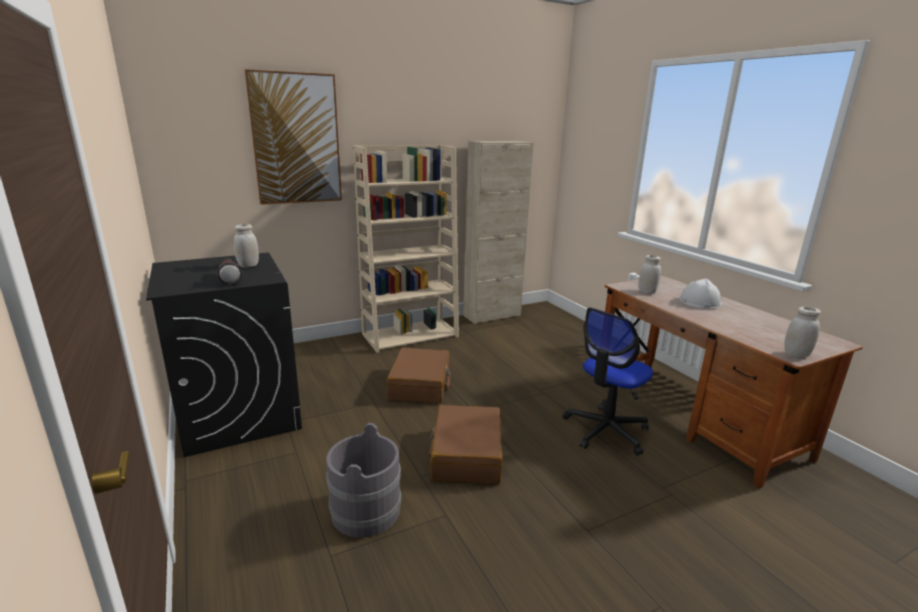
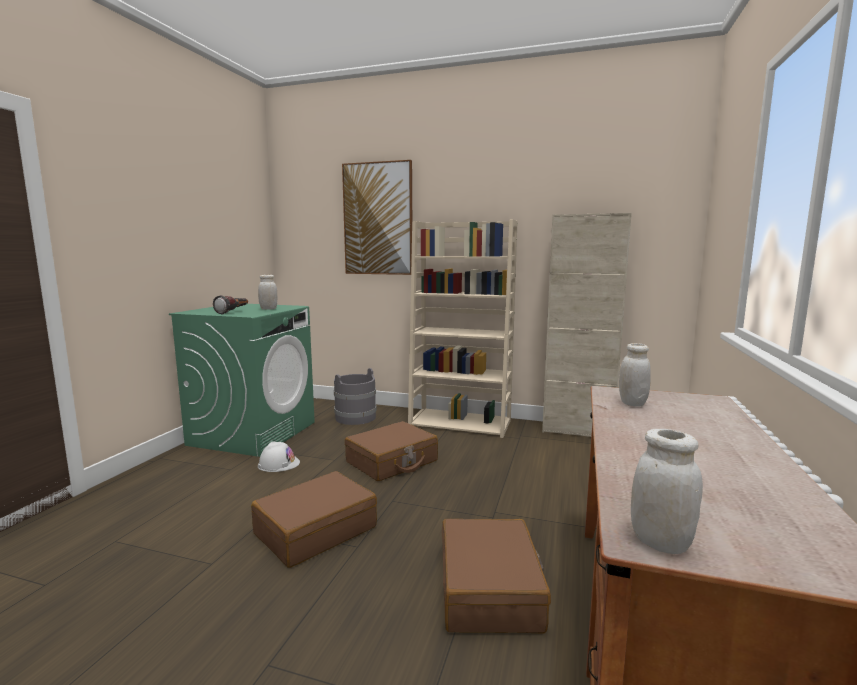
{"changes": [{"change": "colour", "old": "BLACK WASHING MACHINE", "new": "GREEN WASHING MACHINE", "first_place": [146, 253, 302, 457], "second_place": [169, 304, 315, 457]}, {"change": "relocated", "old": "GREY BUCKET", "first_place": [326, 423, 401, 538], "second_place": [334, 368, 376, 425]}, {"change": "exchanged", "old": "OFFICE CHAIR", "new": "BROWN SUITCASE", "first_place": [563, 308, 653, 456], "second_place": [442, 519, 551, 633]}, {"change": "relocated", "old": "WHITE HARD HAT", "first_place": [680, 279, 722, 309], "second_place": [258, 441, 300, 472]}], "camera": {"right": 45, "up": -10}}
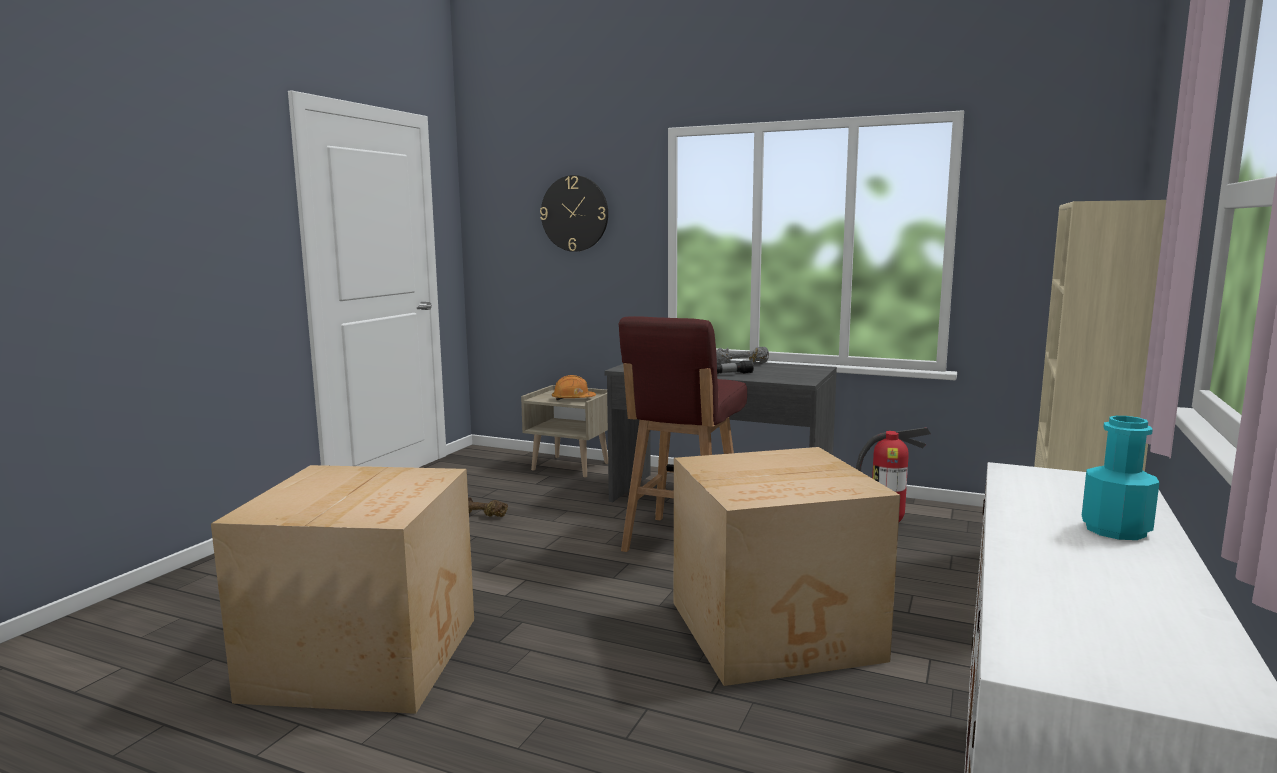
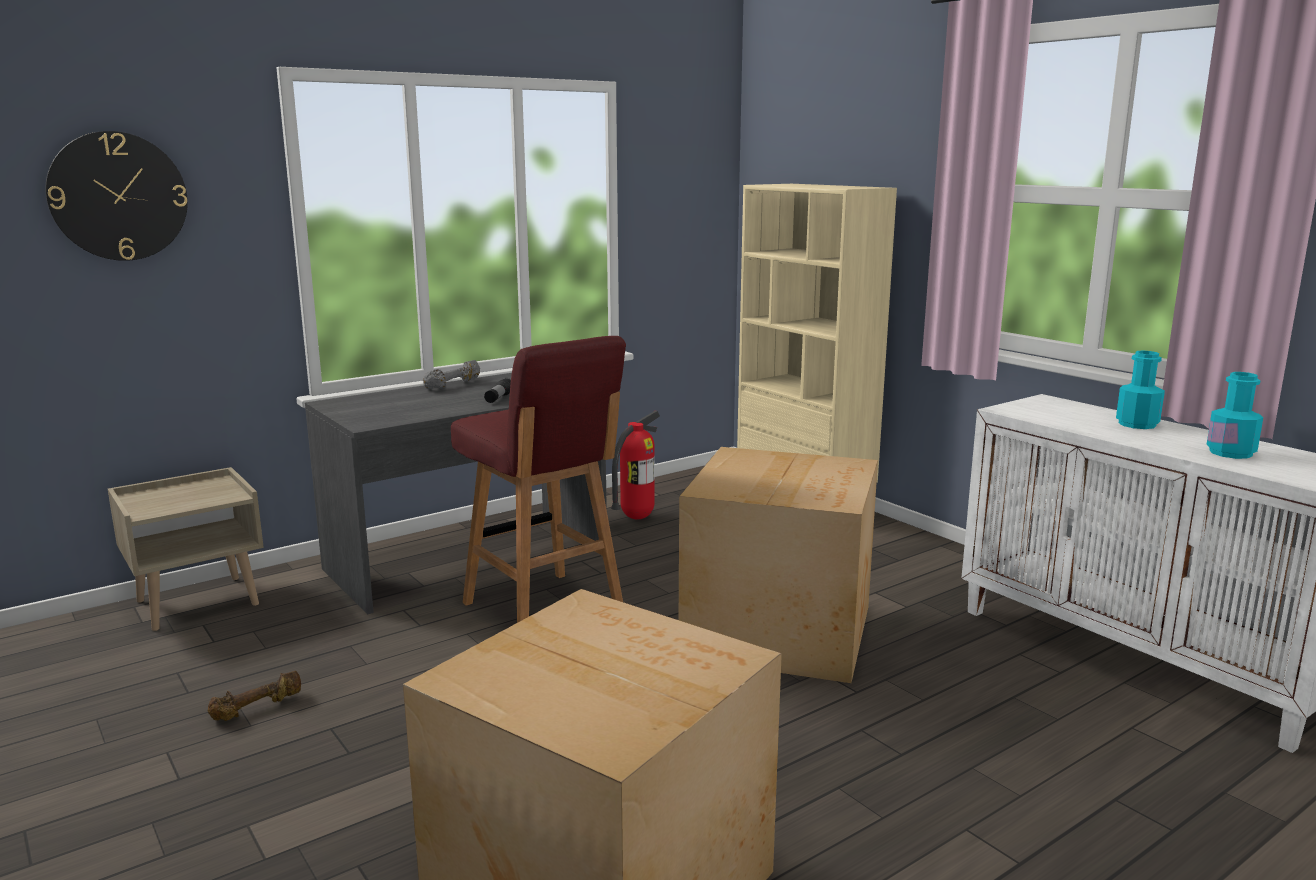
{"changes": [{"change": "missing", "old": "ORANGE HARD HAT", "first_place": [552, 375, 596, 400]}, {"change": "appeared", "new": "TURQUOISE BOTTLE", "second_place": [1207, 372, 1263, 459]}], "camera": {"right": -60, "up": 5}}
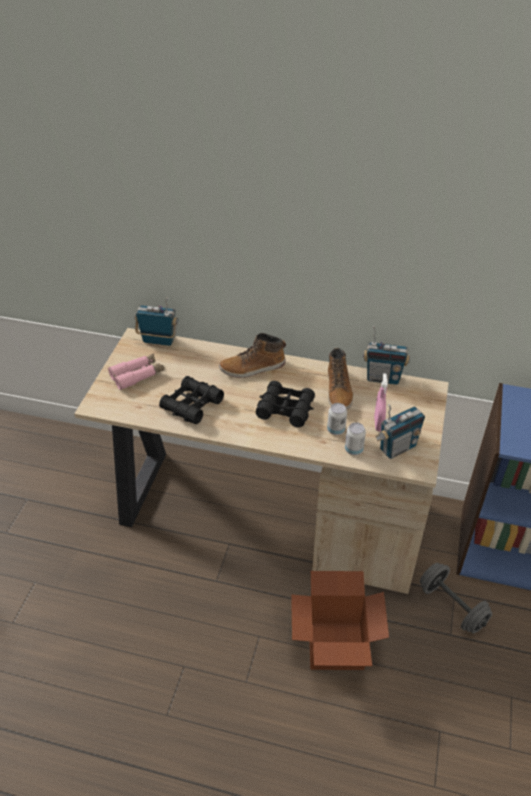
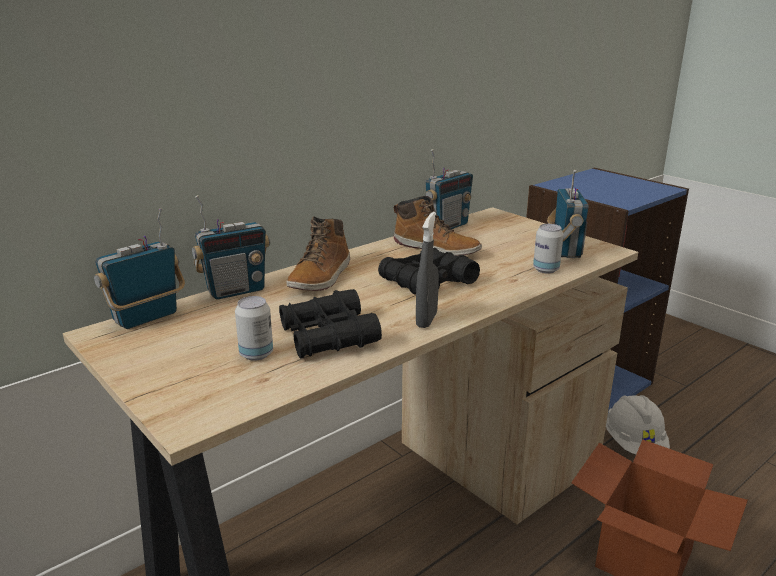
{"changes": [{"change": "missing", "old": "PINK BINOCULARS", "first_place": [108, 354, 164, 390]}, {"change": "relocated", "old": "CAN", "first_place": [327, 403, 347, 435], "second_place": [235, 296, 273, 361]}, {"change": "missing", "old": "PINK SPRAY BOTTLE", "first_place": [374, 373, 388, 432]}, {"change": "exchanged", "old": "GREY DUMBBELL", "new": "WHITE HARD HAT", "first_place": [420, 563, 492, 634], "second_place": [606, 395, 670, 454]}, {"change": "appeared", "new": "RADIO", "second_place": [192, 195, 270, 300]}, {"change": "appeared", "new": "GREY SPRAY BOTTLE", "second_place": [416, 212, 439, 328]}], "camera": {"right": -55, "up": -20}}
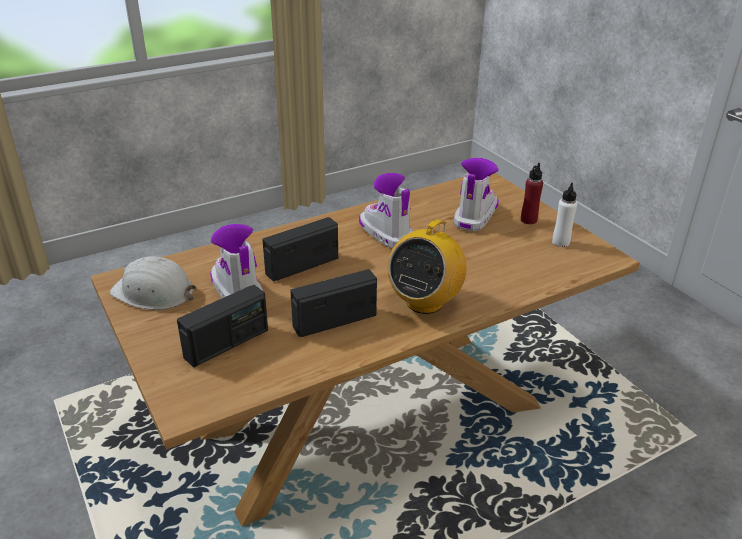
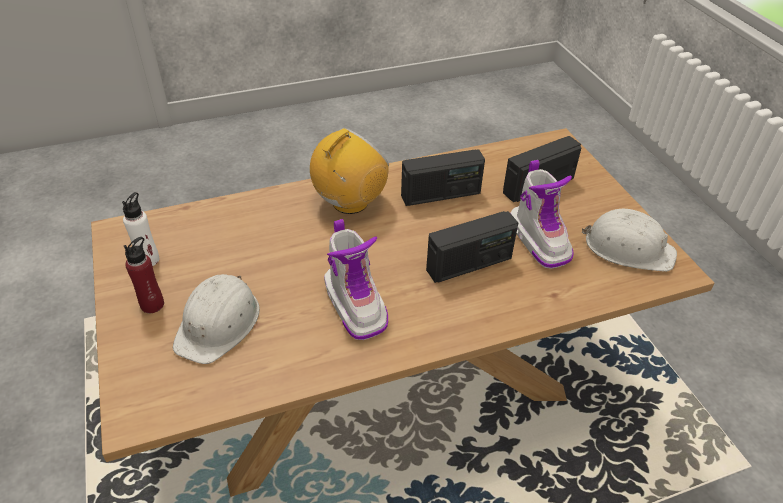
{"changes": [{"change": "exchanged", "old": "BOOT", "new": "WHITE HARD HAT", "first_place": [454, 158, 499, 231], "second_place": [173, 274, 260, 364]}], "camera": {"right": -170, "up": 10}}
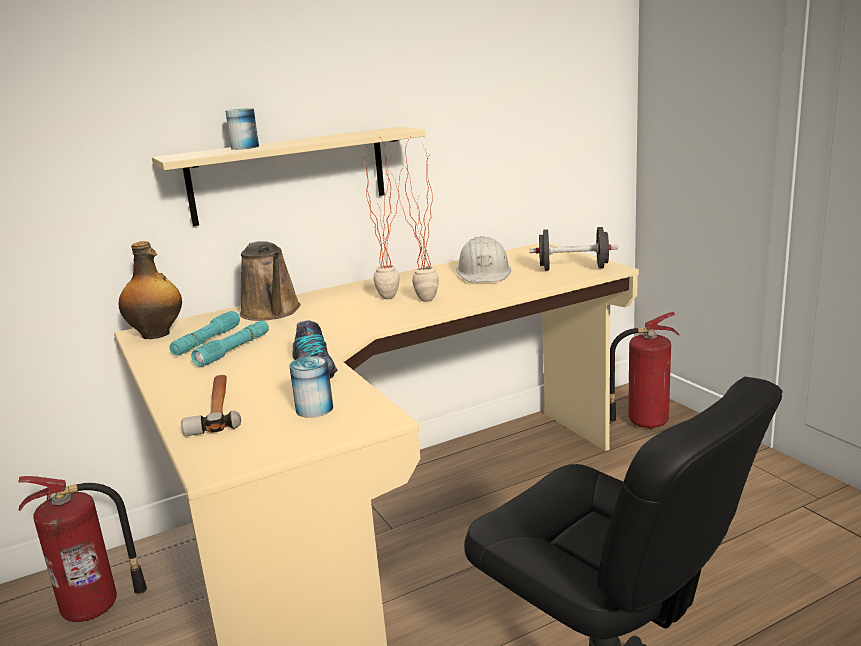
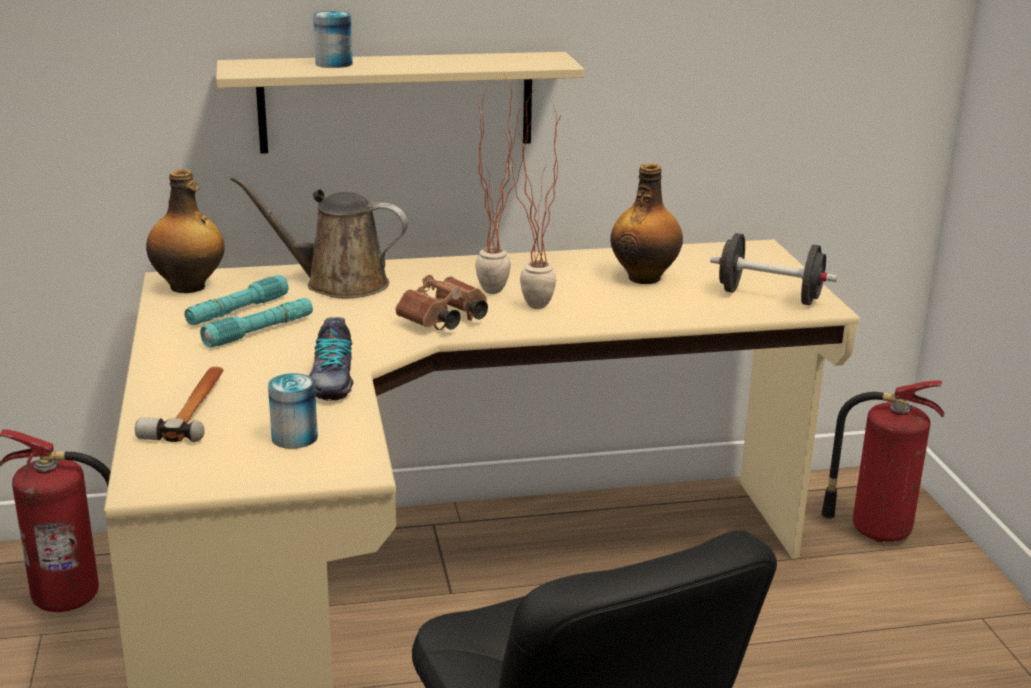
{"changes": [{"change": "spun", "old": "BROWN WATERING CAN", "first_place": [240, 241, 301, 321], "second_place": [230, 176, 408, 298], "degrees": 105}, {"change": "exchanged", "old": "WHITE HARD HAT", "new": "BOTTLE", "first_place": [456, 236, 511, 283], "second_place": [610, 163, 683, 284]}, {"change": "appeared", "new": "BROWN BINOCULARS", "second_place": [396, 275, 488, 330]}], "camera": {"right": 15, "up": 5}}
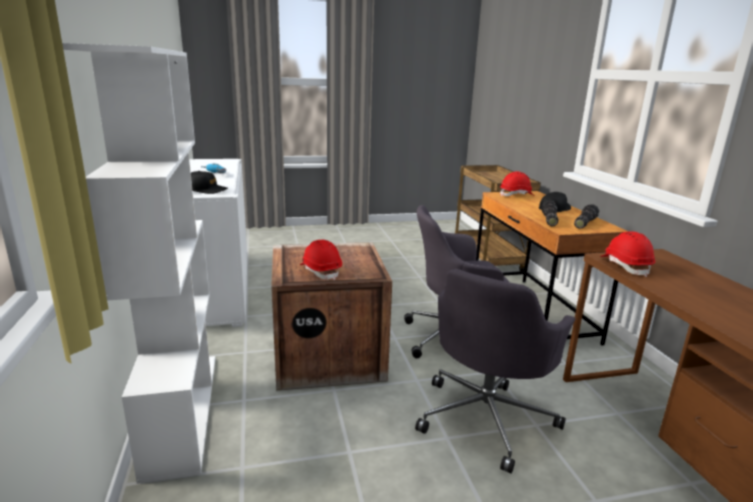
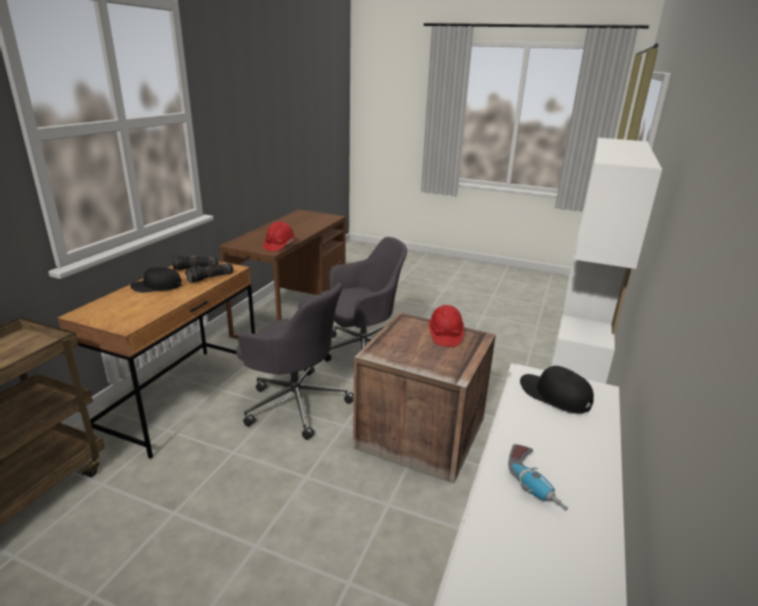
{"changes": [{"change": "missing", "old": "RED HARD HAT", "first_place": [500, 171, 535, 196]}], "camera": {"right": -145, "up": 5}}
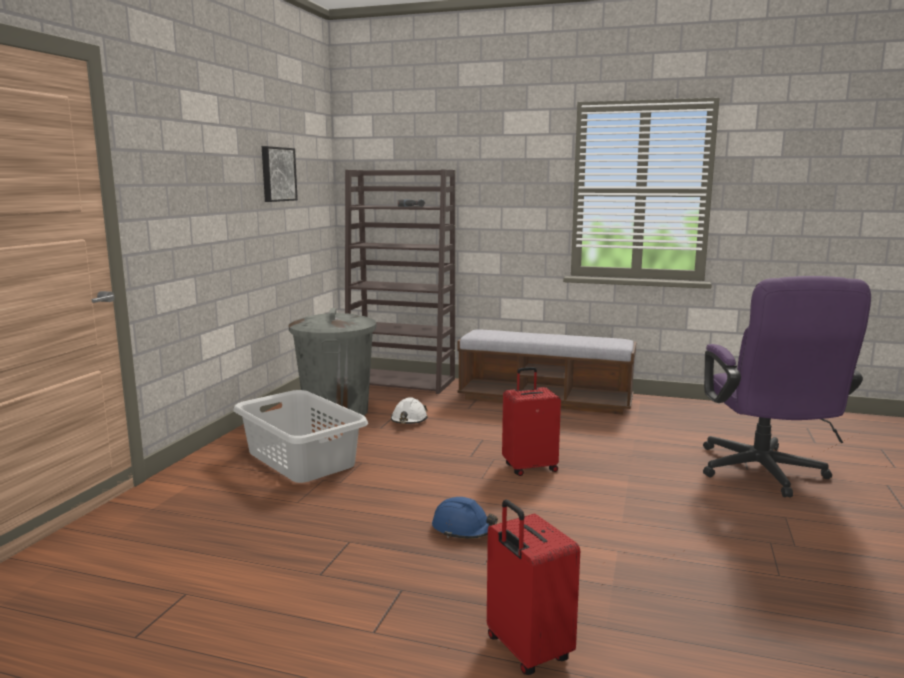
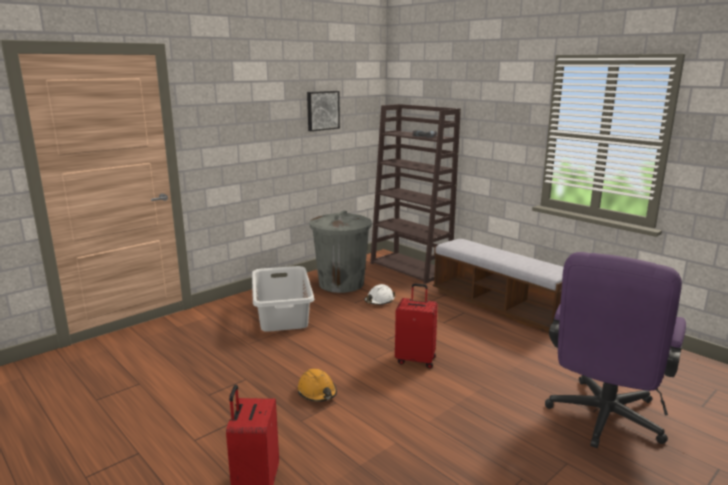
{"changes": [{"change": "colour", "old": "BLUE HARD HAT", "new": "ORANGE HARD HAT", "first_place": [432, 497, 498, 539], "second_place": [298, 369, 337, 402]}], "camera": {"right": 30, "up": 5}}
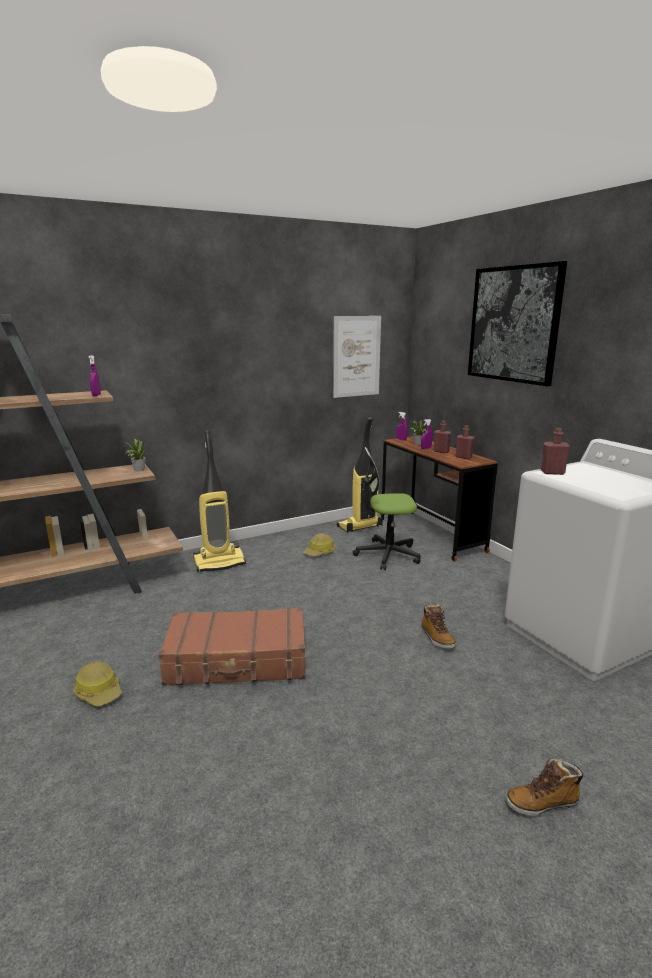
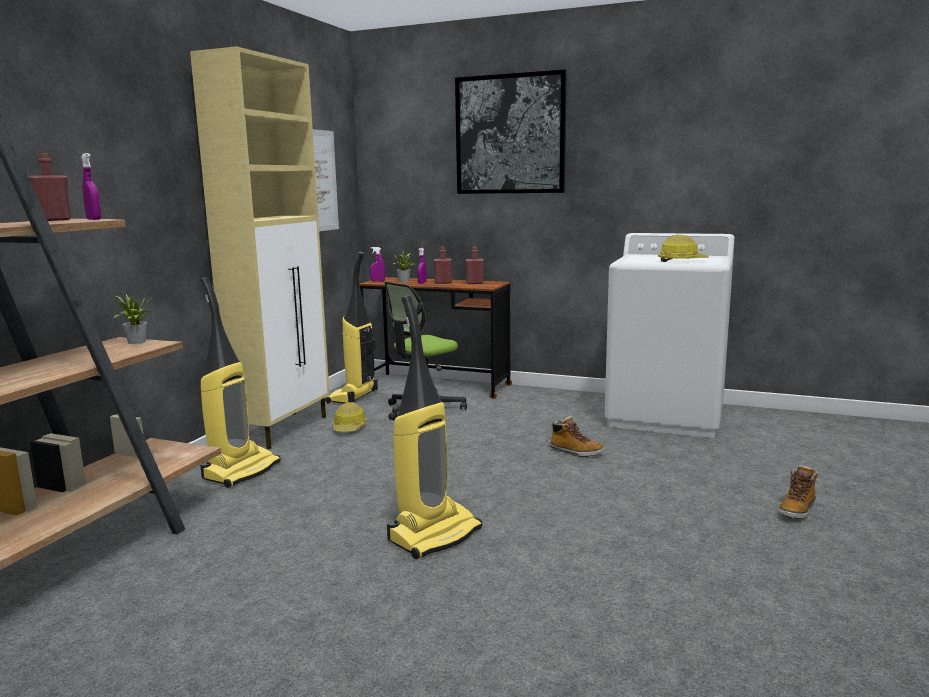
{"changes": [{"change": "relocated", "old": "HARD HAT", "first_place": [73, 661, 122, 706], "second_place": [658, 235, 709, 262]}, {"change": "exchanged", "old": "BROWN SUITCASE", "new": "VACUUM CLEANER", "first_place": [158, 607, 305, 686], "second_place": [387, 296, 482, 559]}, {"change": "relocated", "old": "RED BOTTLE", "first_place": [541, 428, 570, 475], "second_place": [28, 153, 71, 221]}, {"change": "appeared", "new": "BEIGE CABINET", "second_place": [190, 46, 330, 449]}], "camera": {"right": -40, "up": -5}}
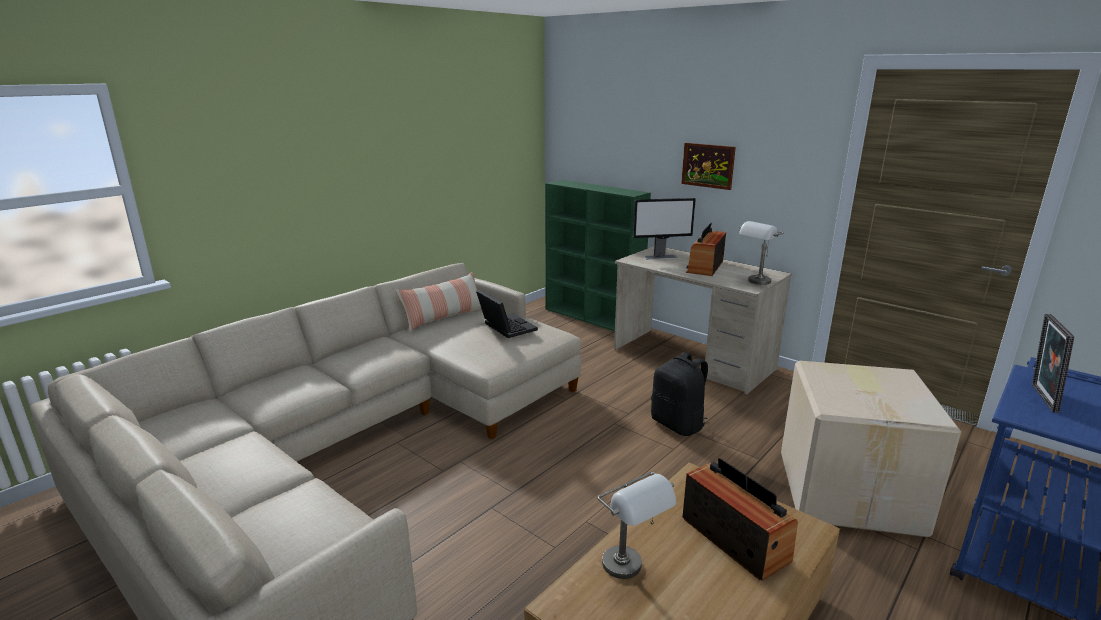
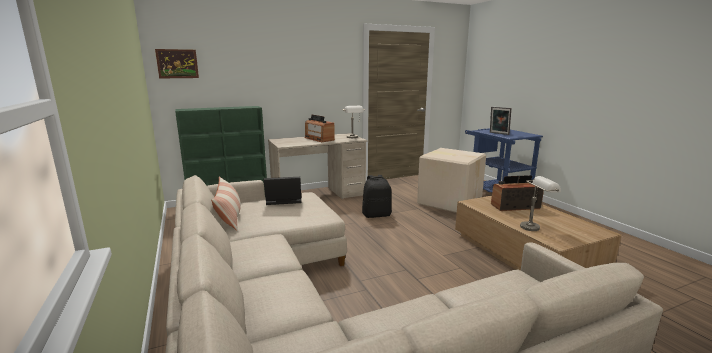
{"changes": [{"change": "missing", "old": "MONITOR", "first_place": [633, 198, 696, 260]}, {"change": "relocated", "old": "PICTURE", "first_place": [681, 143, 736, 190], "second_place": [155, 49, 199, 79]}], "camera": {"right": -65, "up": -5}}
